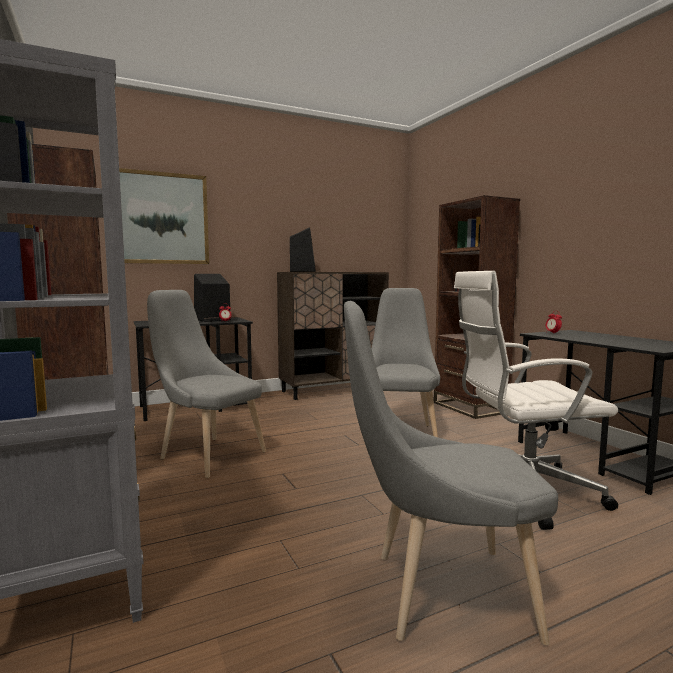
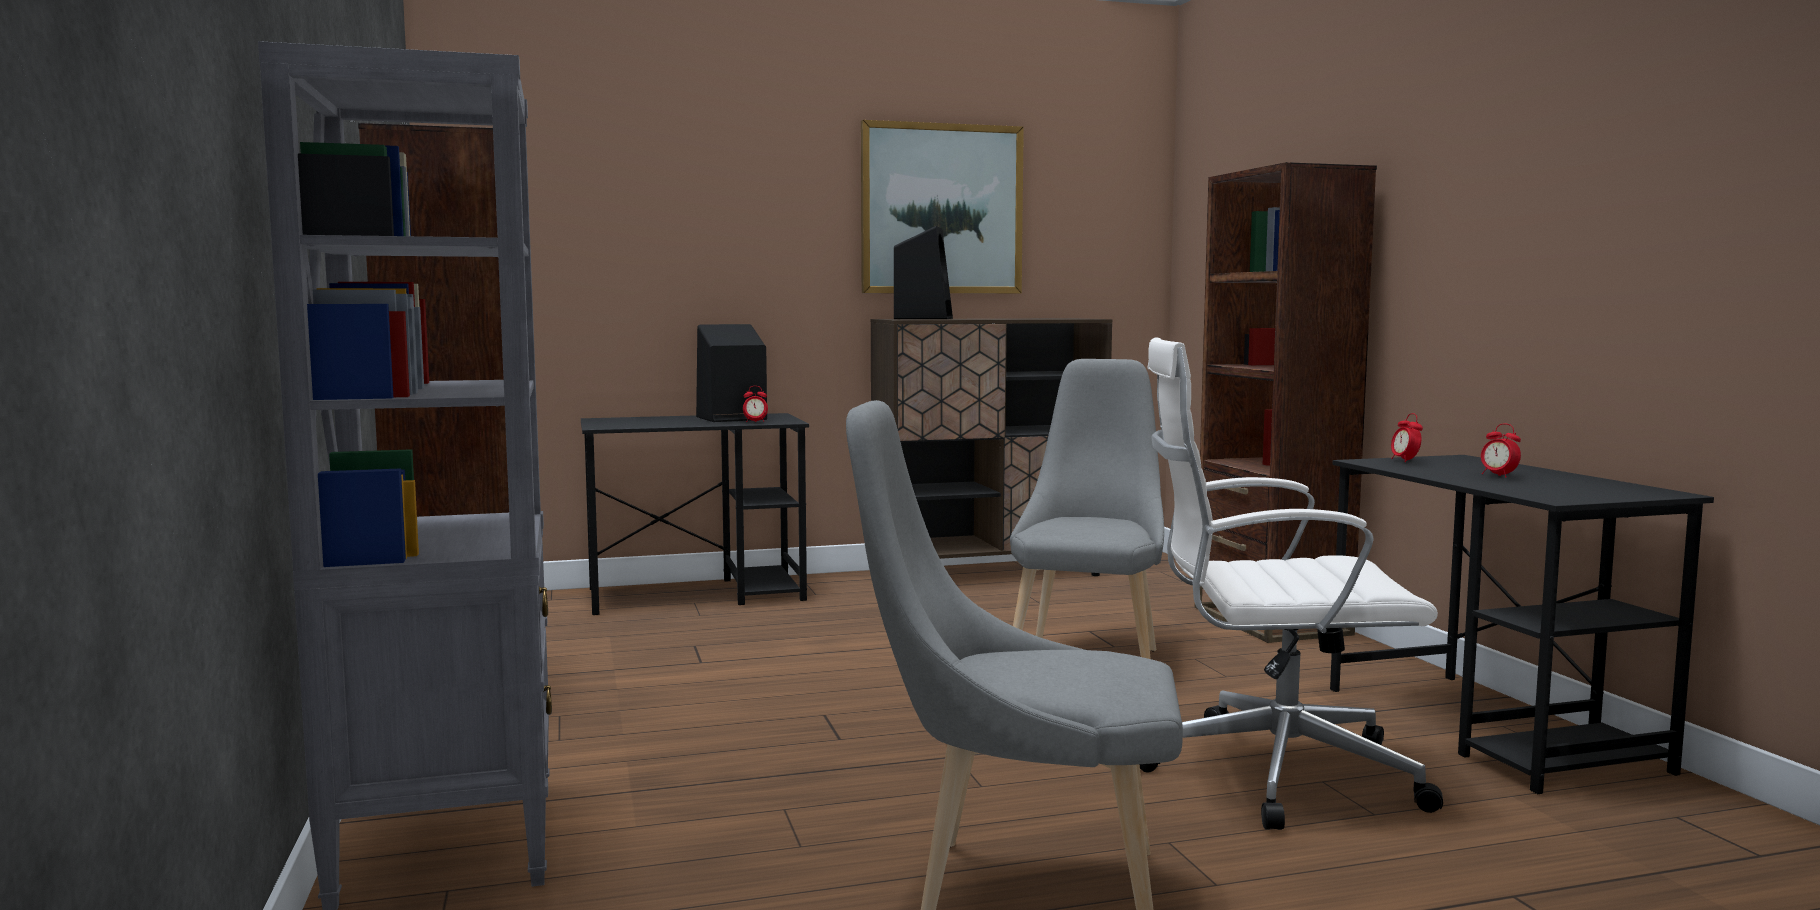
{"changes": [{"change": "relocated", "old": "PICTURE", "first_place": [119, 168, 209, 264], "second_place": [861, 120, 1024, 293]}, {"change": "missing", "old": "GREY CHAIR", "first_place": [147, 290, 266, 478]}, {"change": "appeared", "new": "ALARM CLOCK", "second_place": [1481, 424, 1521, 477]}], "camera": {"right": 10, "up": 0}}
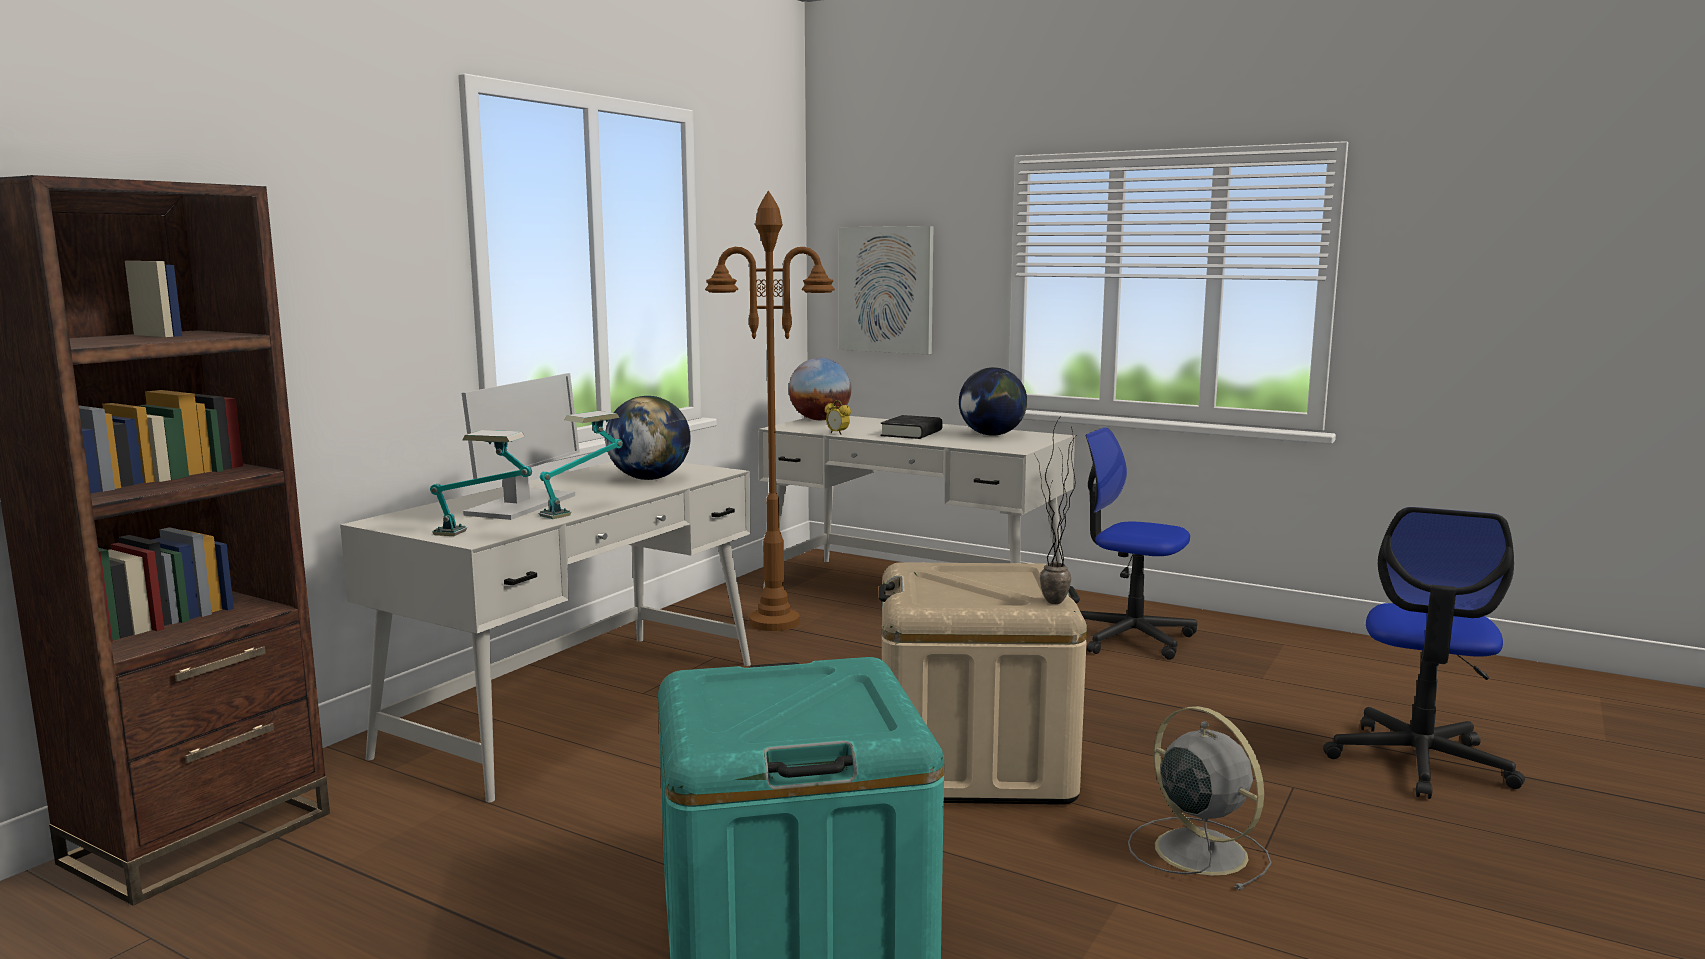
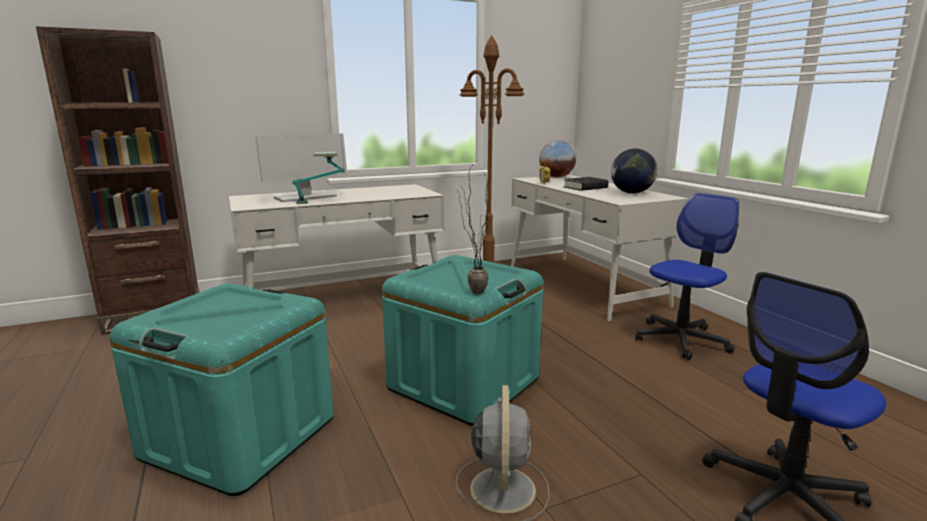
{"changes": [{"change": "missing", "old": "TABLE LAMP", "first_place": [430, 430, 532, 536]}, {"change": "missing", "old": "GLOBE", "first_place": [605, 396, 691, 480]}, {"change": "missing", "old": "PICTURE", "first_place": [839, 226, 933, 354]}, {"change": "colour", "old": "BEIGE STORAGE BOX", "new": "TURQUOISE STORAGE BOX", "first_place": [879, 562, 1087, 805], "second_place": [382, 255, 543, 426]}, {"change": "spun", "old": "OFFICE CHAIR", "first_place": [1080, 427, 1197, 660], "second_place": [635, 193, 739, 360], "degrees": 75}], "camera": {"right": 35, "up": 5}}
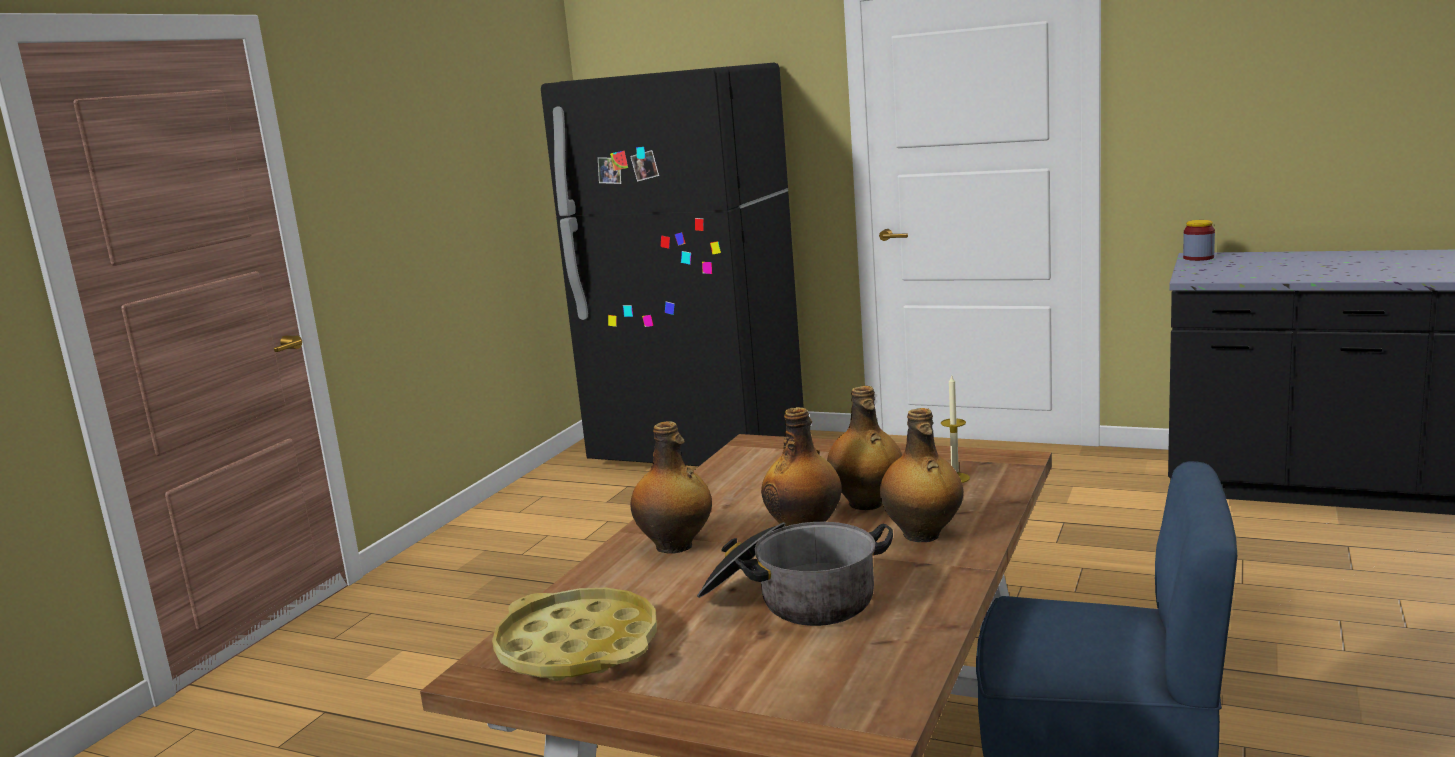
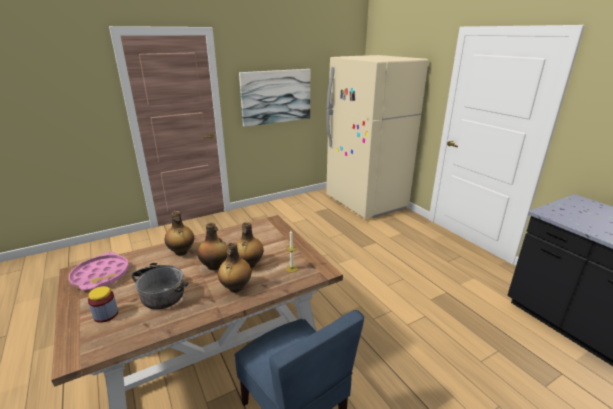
{"changes": [{"change": "colour", "old": "YELLOW TRAY", "new": "PINK TRAY", "first_place": [492, 588, 657, 681], "second_place": [68, 252, 129, 290]}, {"change": "colour", "old": "BLACK FRIDGE", "new": "BEIGE FRIDGE", "first_place": [541, 63, 804, 466], "second_place": [326, 55, 428, 219]}, {"change": "relocated", "old": "JAR", "first_place": [1183, 220, 1215, 261], "second_place": [88, 286, 118, 323]}, {"change": "appeared", "new": "PICTURE", "second_place": [239, 69, 310, 127]}], "camera": {"right": 35, "up": 10}}
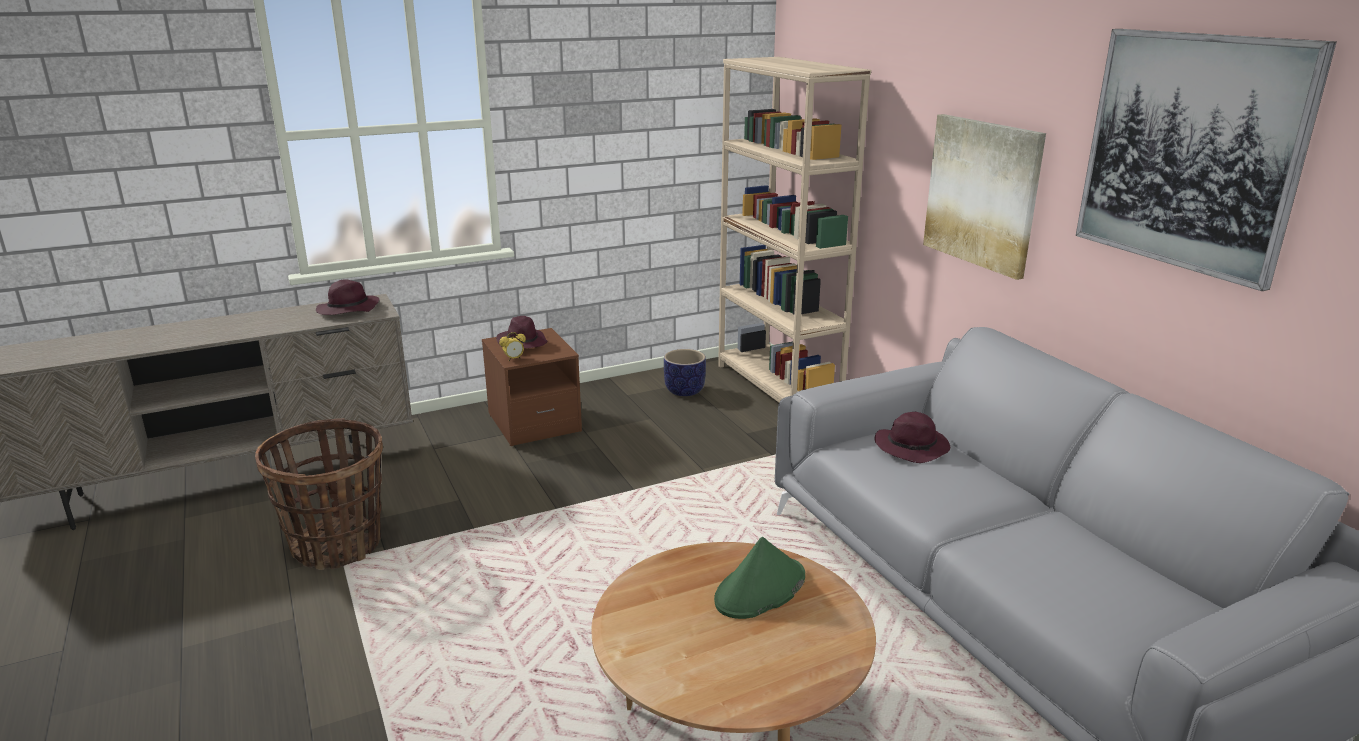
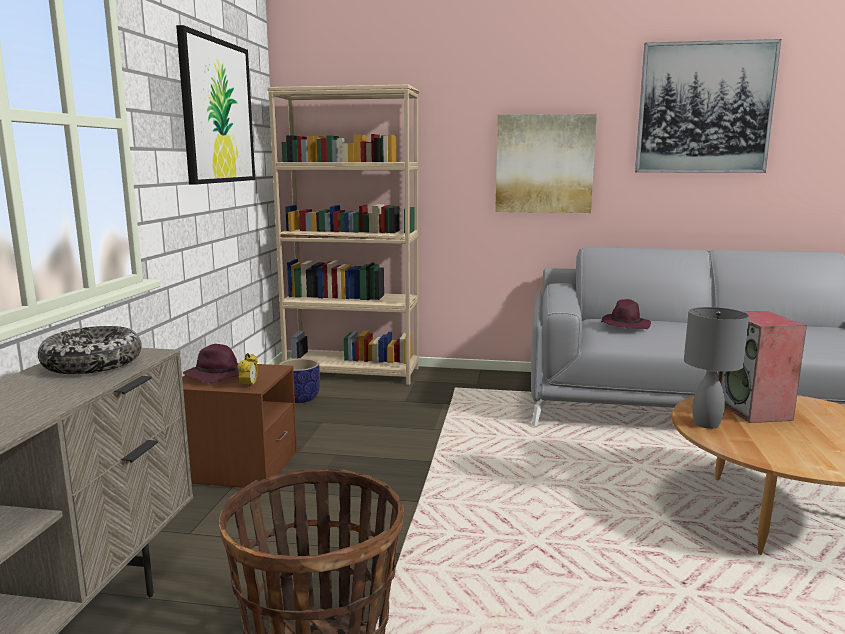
{"changes": [{"change": "exchanged", "old": "PURPLE HAT", "new": "BOWL", "first_place": [316, 279, 380, 315], "second_place": [38, 326, 142, 374]}, {"change": "exchanged", "old": "GREEN HAT", "new": "SPEAKER", "first_place": [714, 537, 805, 619], "second_place": [718, 311, 807, 423]}, {"change": "appeared", "new": "PICTURE", "second_place": [176, 25, 255, 185]}, {"change": "appeared", "new": "GREY TABLE LAMP", "second_place": [684, 307, 749, 429]}], "camera": {"right": -55, "up": -10}}
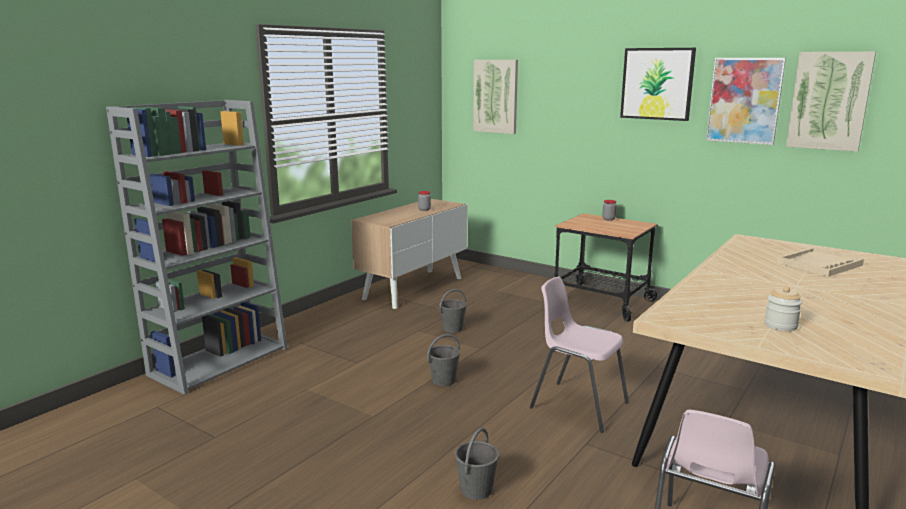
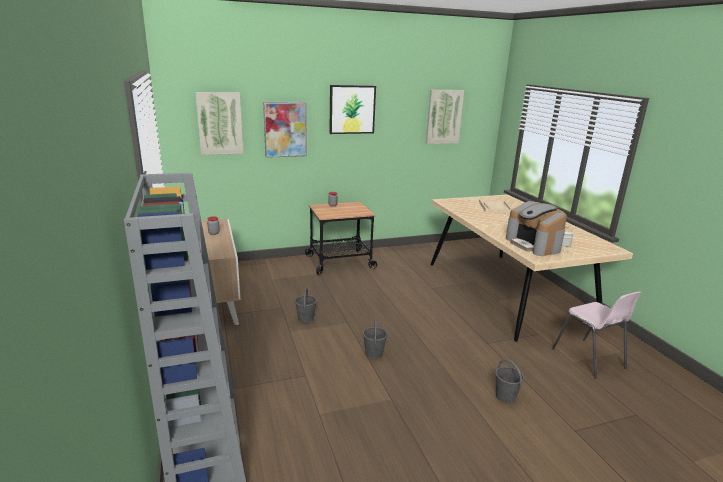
{"changes": [{"change": "missing", "old": "PINK CHAIR", "first_place": [530, 277, 629, 433]}, {"change": "relocated", "old": "PICTURE", "first_place": [706, 58, 786, 145], "second_place": [263, 102, 307, 158]}, {"change": "appeared", "new": "COFFEE MACHINE", "second_place": [506, 201, 567, 256]}], "camera": {"right": -55, "up": 5}}
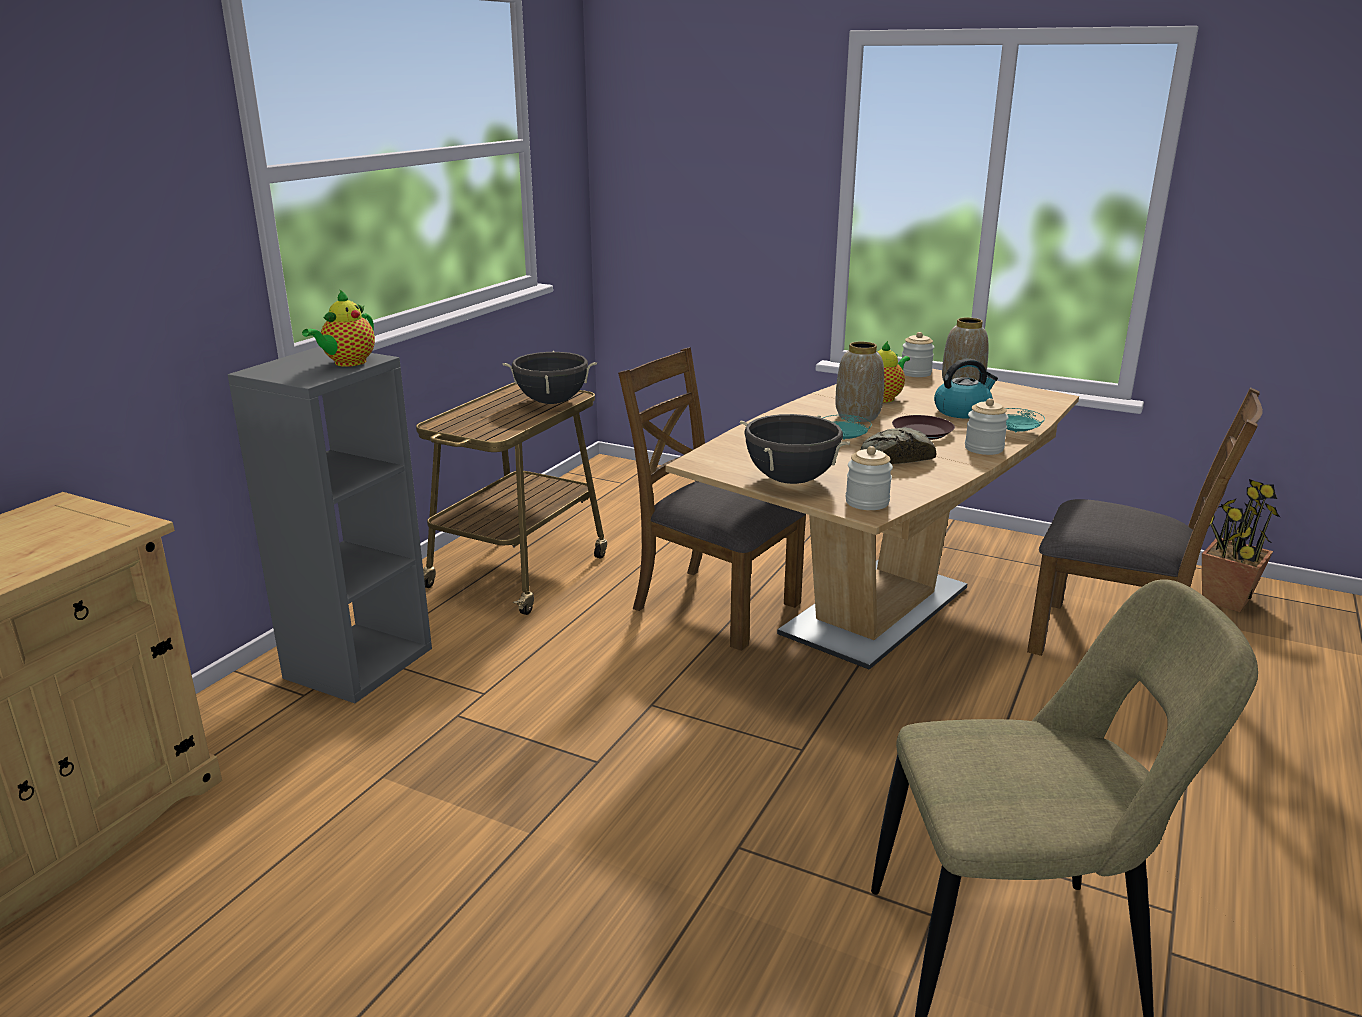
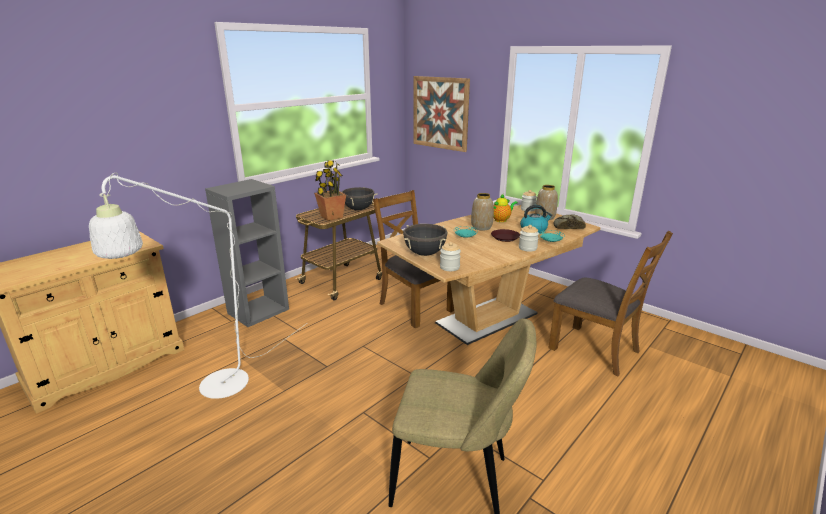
{"changes": [{"change": "missing", "old": "TEAPOT", "first_place": [302, 289, 375, 367]}, {"change": "relocated", "old": "BREAD", "first_place": [861, 427, 936, 464], "second_place": [553, 215, 586, 229]}, {"change": "relocated", "old": "POTTED PLANT", "first_place": [1202, 479, 1281, 612], "second_place": [314, 160, 346, 221]}, {"change": "appeared", "new": "WHITE FLOOR LAMP", "second_place": [89, 173, 307, 399]}, {"change": "appeared", "new": "PICTURE", "second_place": [414, 76, 470, 152]}], "camera": {"right": 15, "up": 0}}
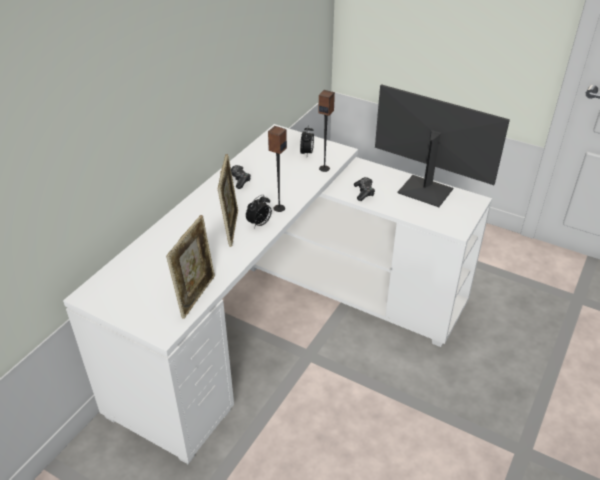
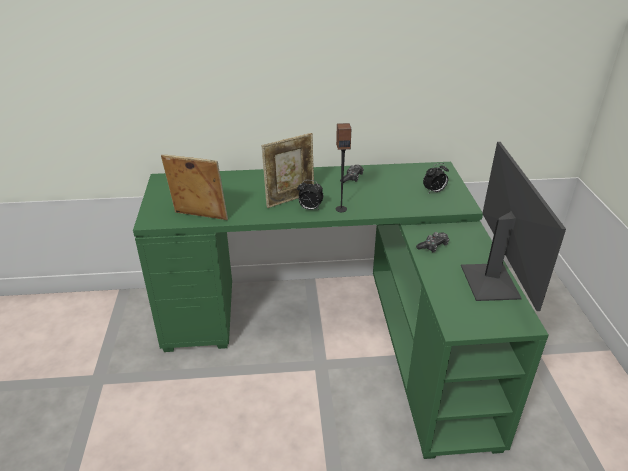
{"changes": [{"change": "colour", "old": "WHITE DESK", "new": "GREEN DESK", "first_place": [63, 124, 492, 464], "second_place": [133, 162, 549, 459]}, {"change": "spun", "old": "PICTURE FRAME", "first_place": [166, 215, 215, 319], "second_place": [161, 155, 228, 220], "degrees": -150}, {"change": "missing", "old": "SPEAKER", "first_place": [318, 90, 335, 172]}], "camera": {"right": 55, "up": -5}}
